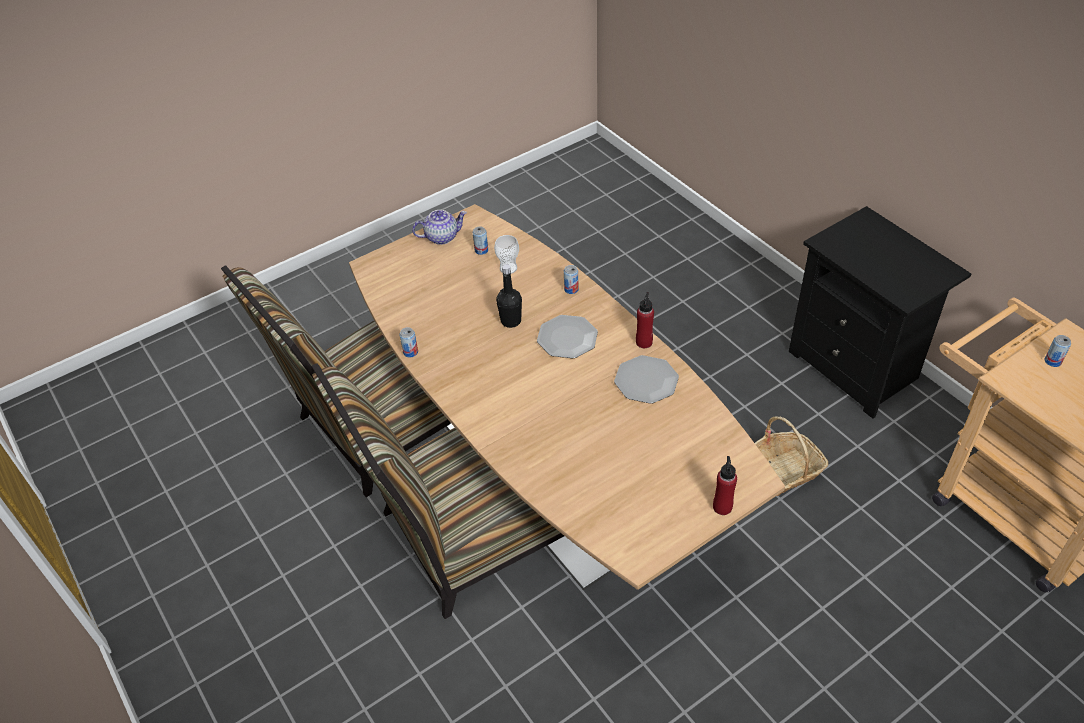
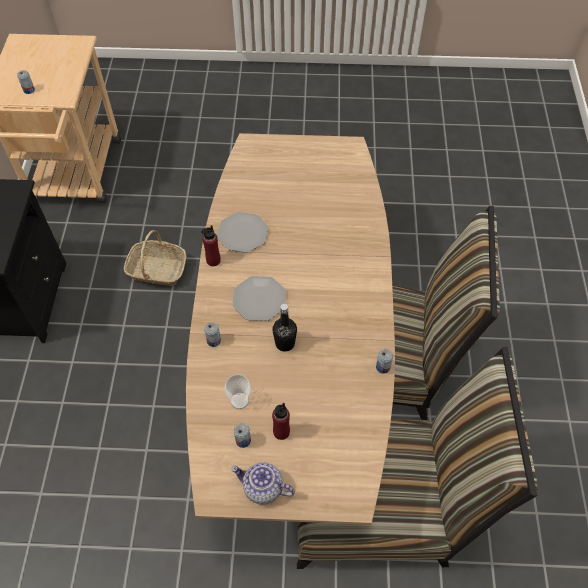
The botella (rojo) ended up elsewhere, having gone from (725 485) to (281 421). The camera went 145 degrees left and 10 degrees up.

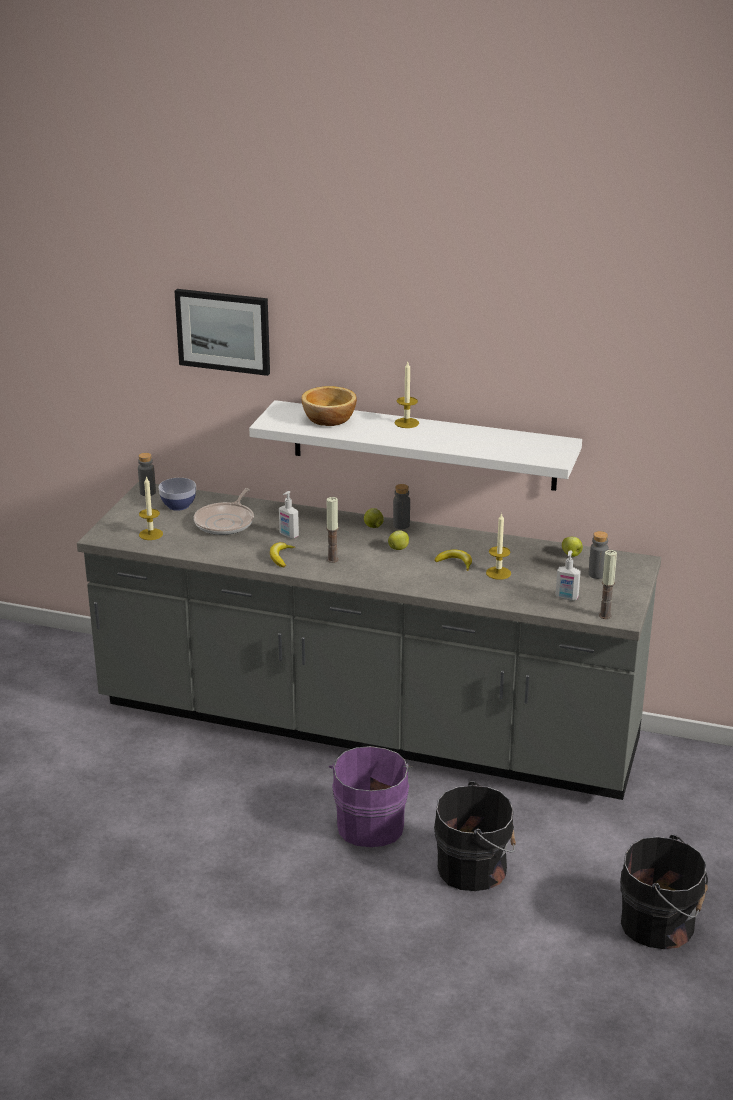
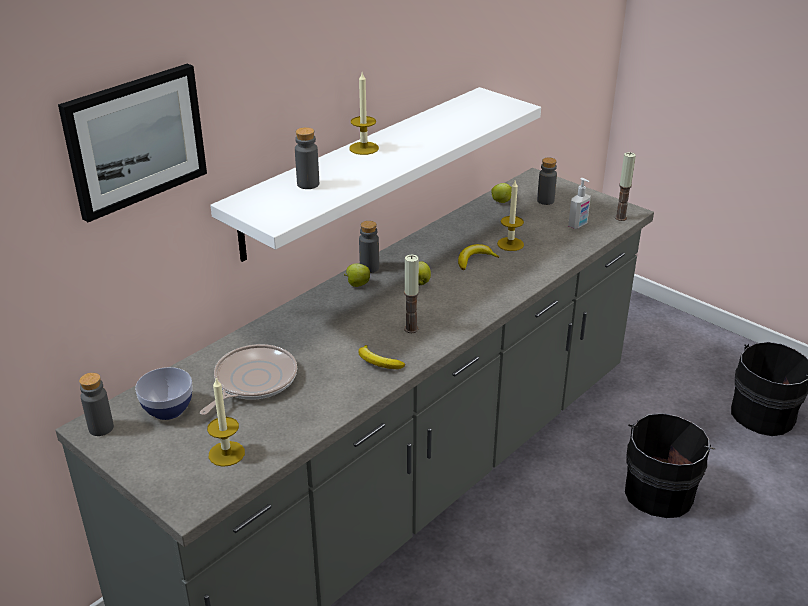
The sartén at (224 511) ended up facing another way, 105 degrees counterclockwise from before. Where the cuenco stood at (329 406), the botella (gris) came to stand at (307 158). The second view lost the dispensador de jabón at (289 515). The second view lost the cubo (morado) at (371 796). The camera went 65 degrees left and 5 degrees up.

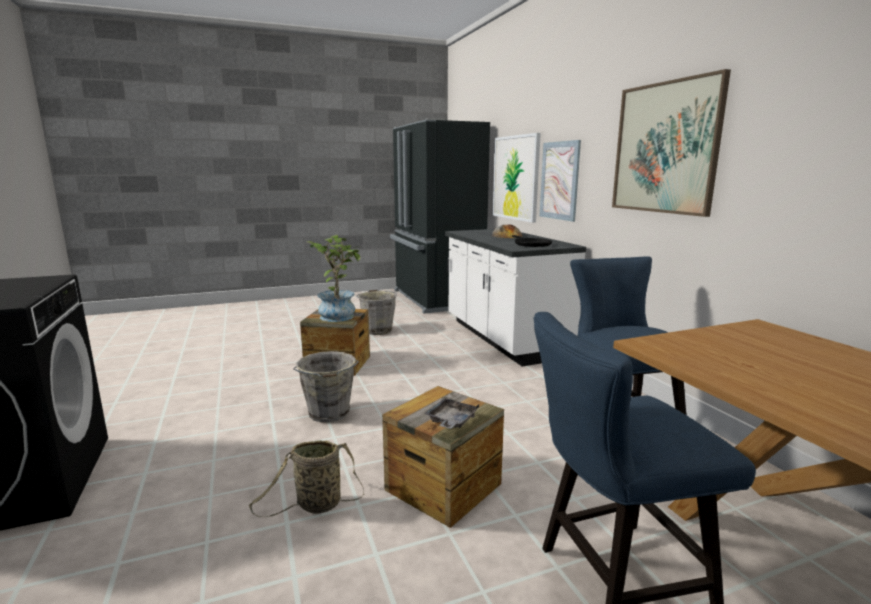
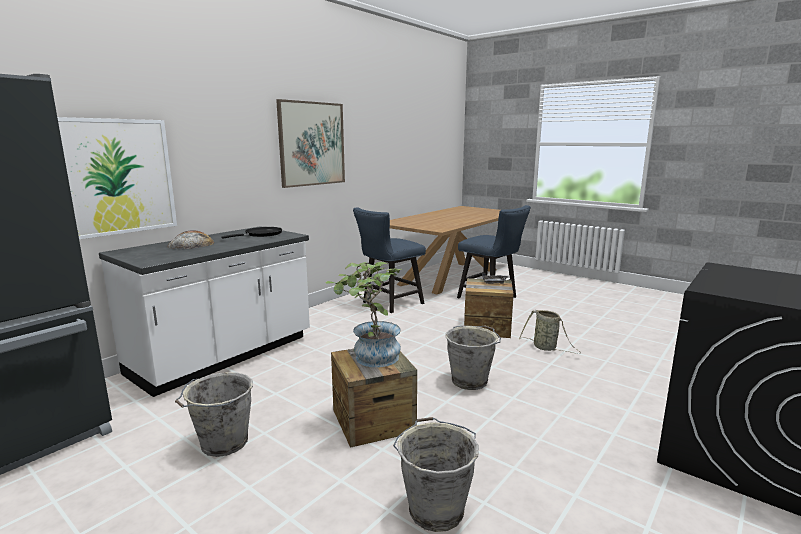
The second view gained the cubo (gris) at (436 474). The second view lost the cuadro at (560 181). The camera went 120 degrees left and 0 degrees up.

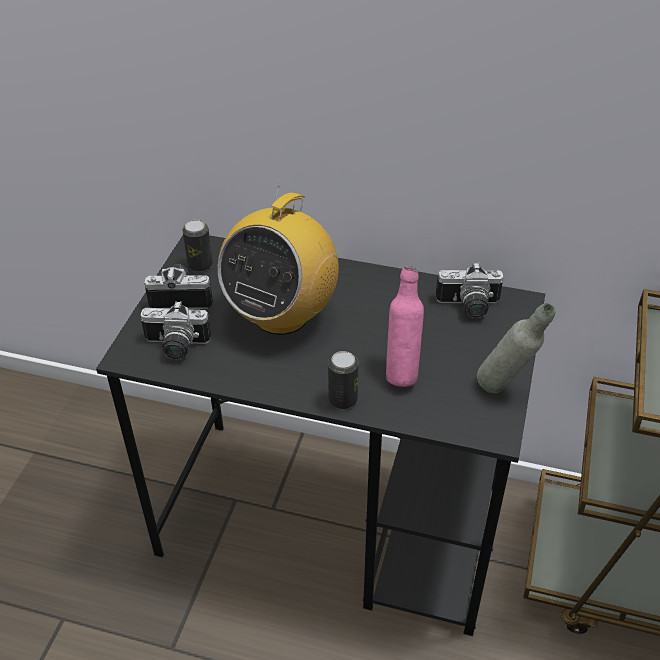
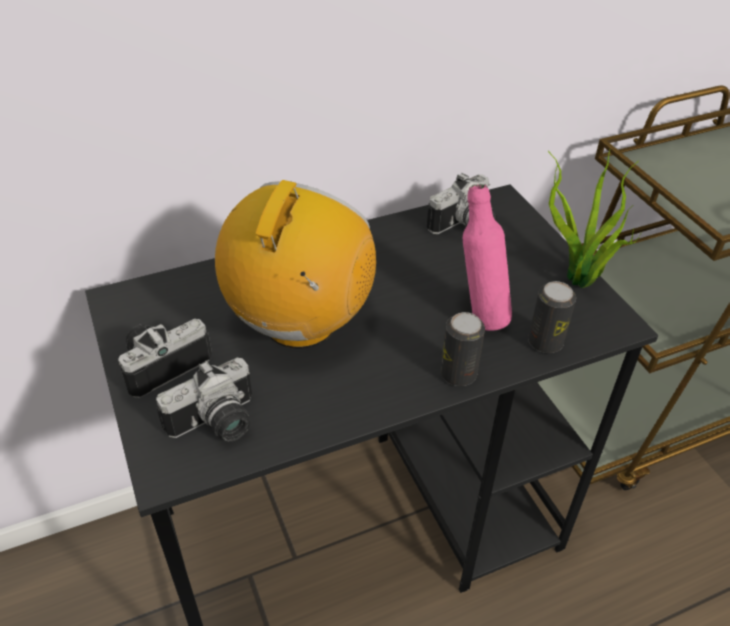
The radio at (278 260) ended up facing another way, 150 degrees counterclockwise from before. The lata ended up elsewhere, having gone from (197 246) to (552 317). Where the botella (gris) stood at (516 348), the planta en maceta came to stand at (595 219). The camera went 40 degrees left and 0 degrees up.

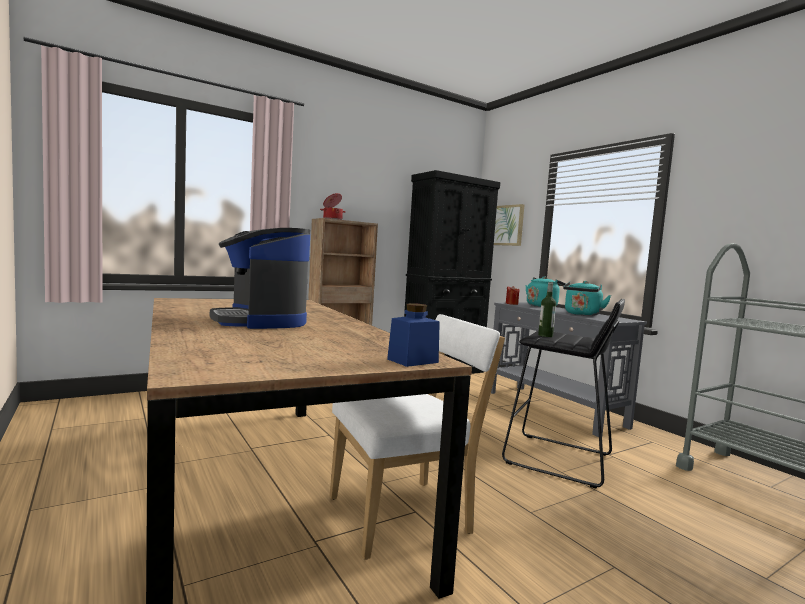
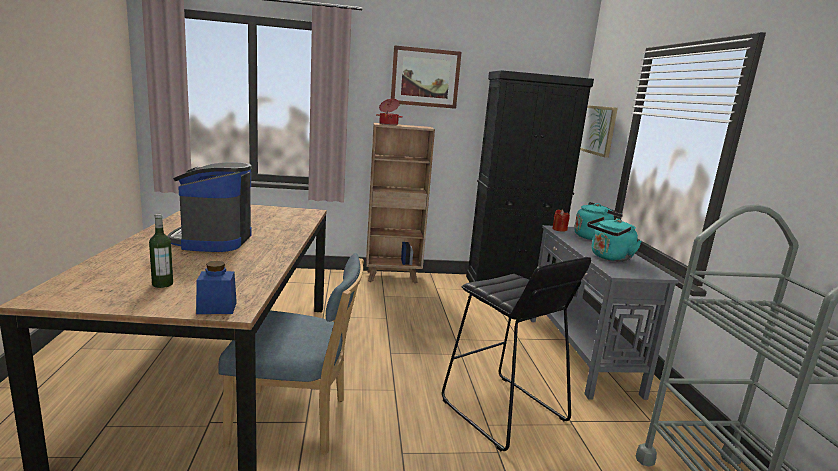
The botella ended up elsewhere, having gone from (547 309) to (161 251). What was the silla (blanco) at (417 437) turned into the silla (azul) at (291 354). The second view gained the cuadro at (426 77). The camera went 25 degrees right and 10 degrees up.

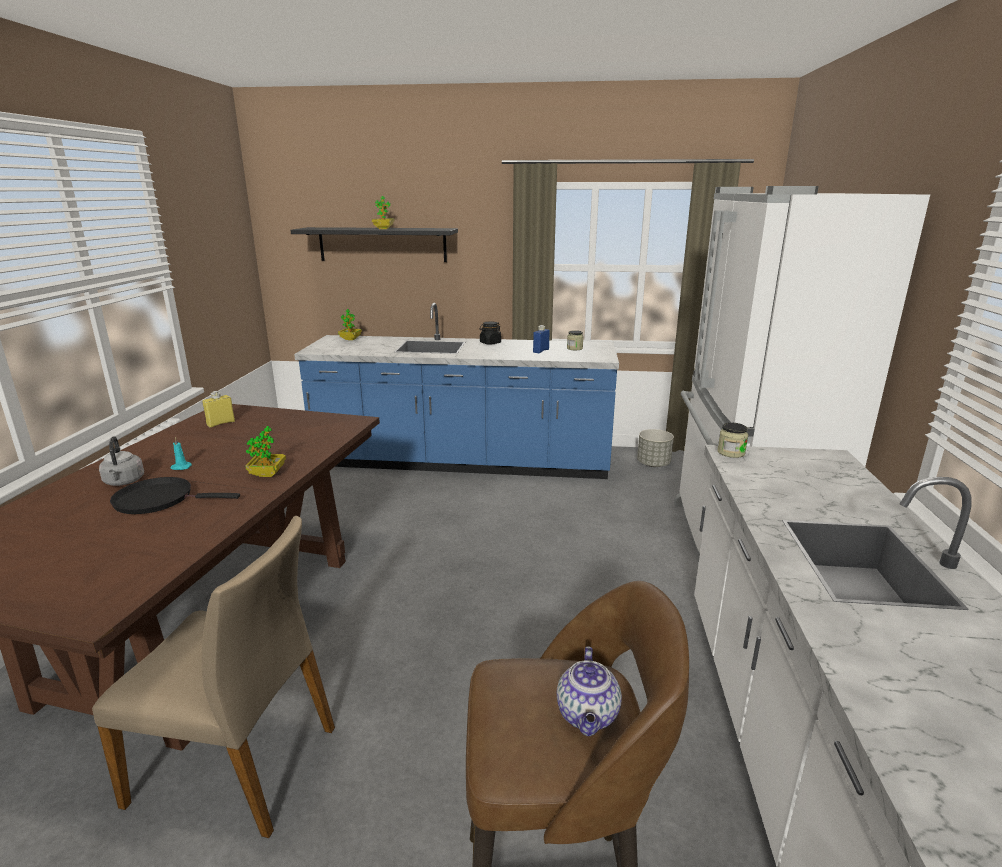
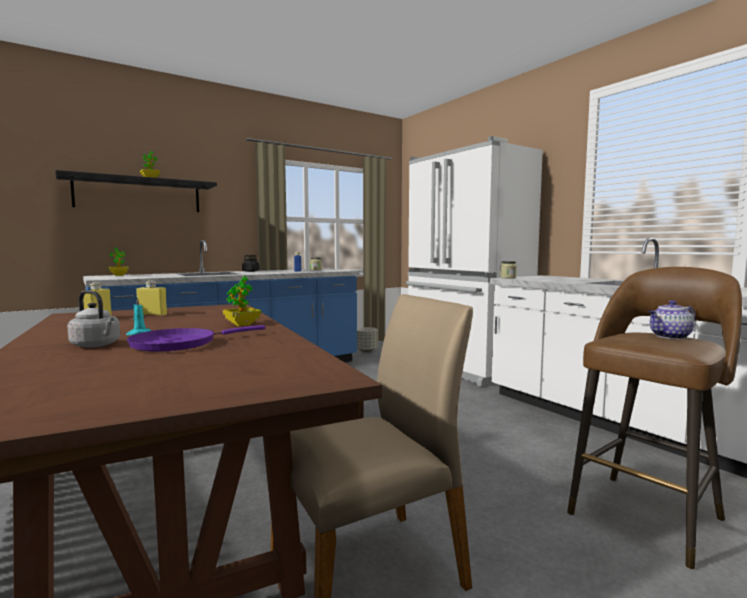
What was the sartén (negro) at (175 495) turned into the sartén (morado) at (196 338). The second view gained the botella (amarillo) at (151 298). The tetera at (589 691) ended up facing another way, 105 degrees clockwise from before. The camera went 40 degrees left and 15 degrees down.

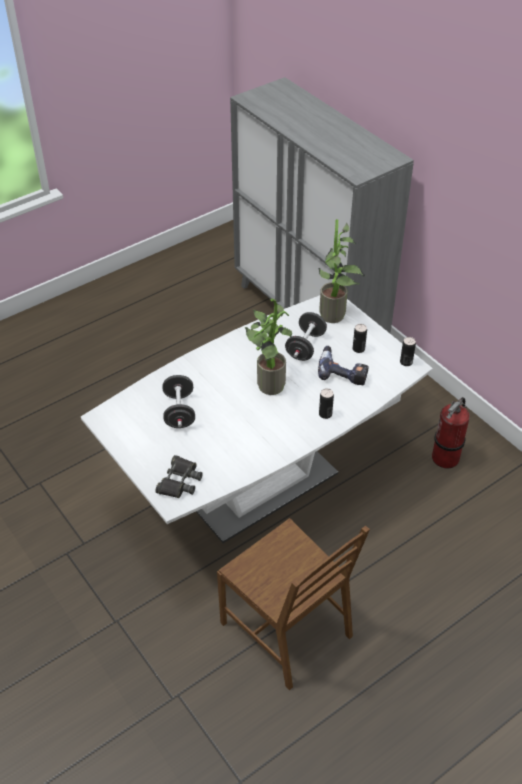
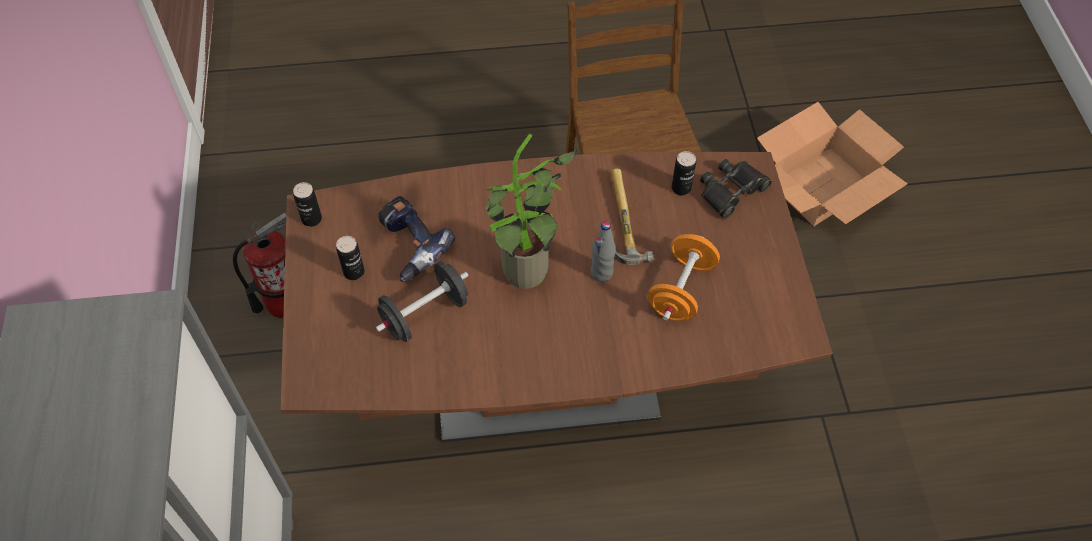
What was the mesa de comedor (blanco) at (257 419) turned into the mesa de comedor (marrón) at (557 297). The second view gained the botella (gris) at (603 252). The second view gained the martillo at (631 216). What was the mancuerna (negro) at (178 401) turned into the mancuerna (naranja) at (684 277). The lata ended up elsewhere, having gone from (326 403) to (684 173). The second view gained the caja de cartón at (832 164). The second view lost the planta en maceta at (341 271). The camera went 150 degrees left and 10 degrees up.

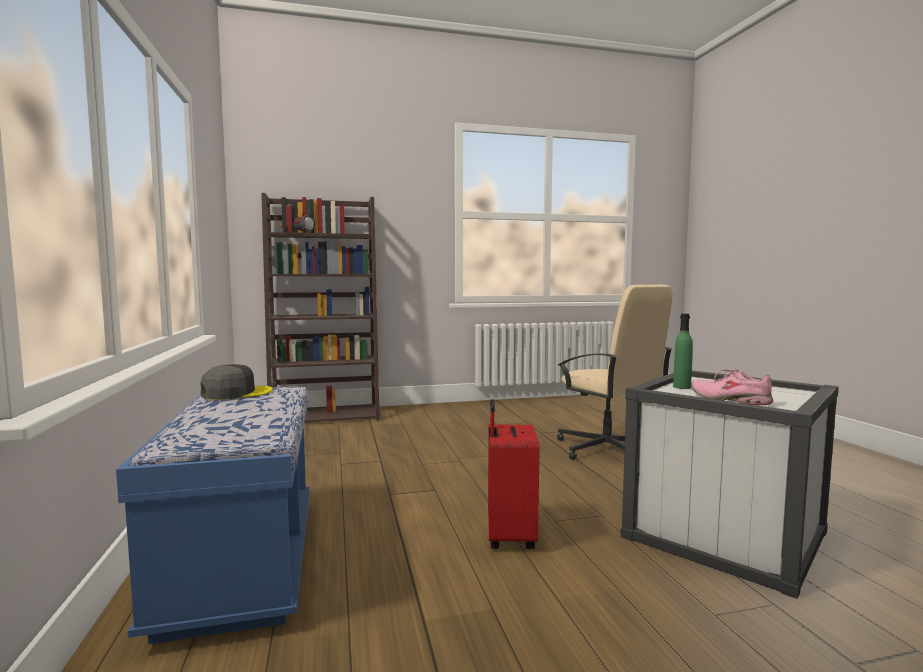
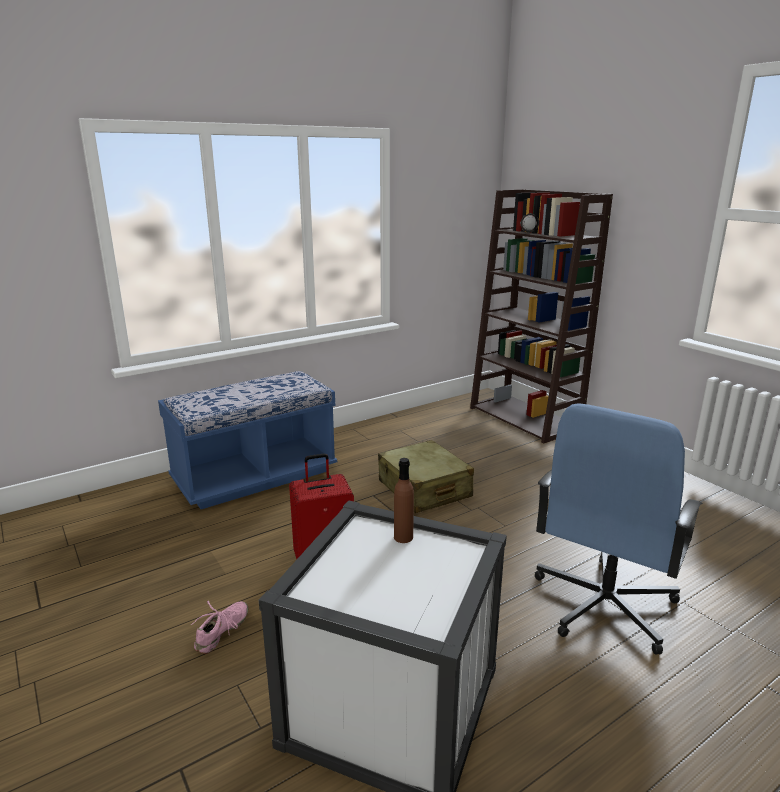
The zapato (rosa) ended up elsewhere, having gone from (732 387) to (220 627). The second view gained the maleta (beis) at (426 476). What was the botella (verde) at (683 351) turned into the botella (marrón) at (404 500). What was the silla de oficina (beis) at (614 372) turned into the silla de oficina (azul) at (619 529). The second view lost the gorra (gris) at (236 382). The camera went 70 degrees right and 15 degrees up.

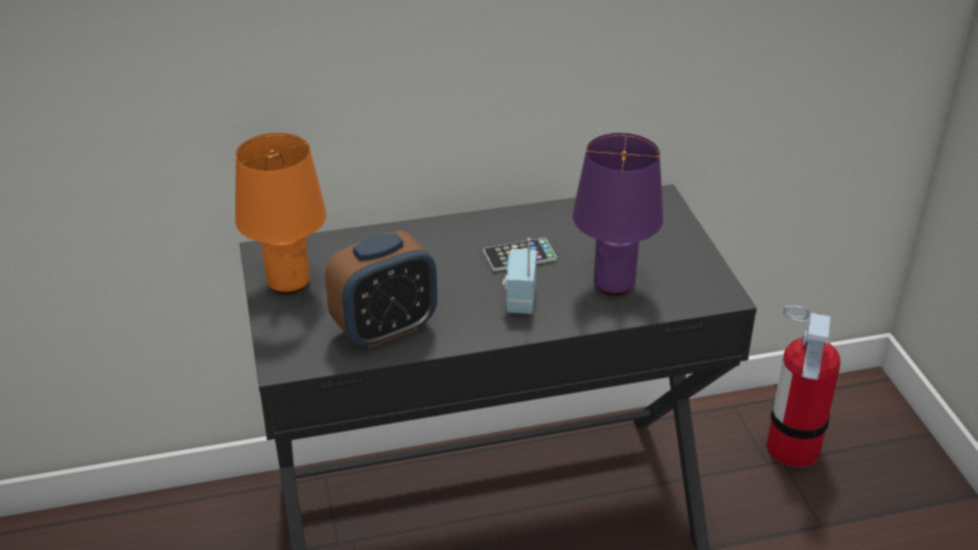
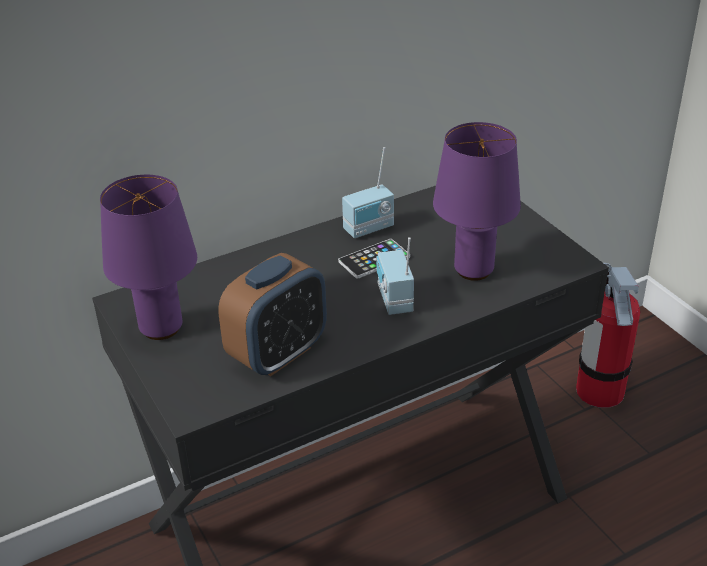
What was the lámpara de mesa (naranja) at (280 214) turned into the lámpara de mesa (morado) at (148 257). The second view gained the radio at (368 192). The camera went 15 degrees left and 0 degrees up.

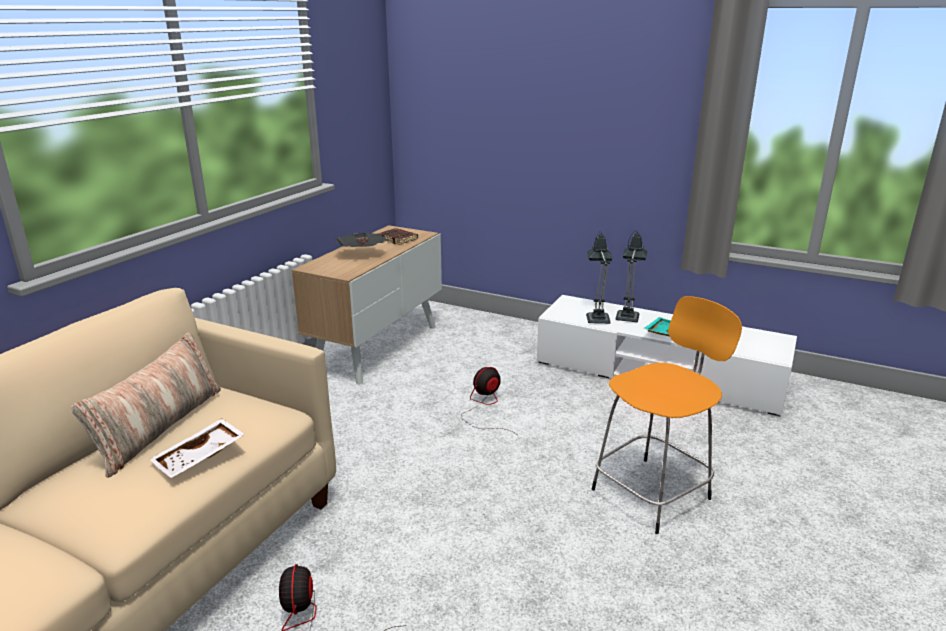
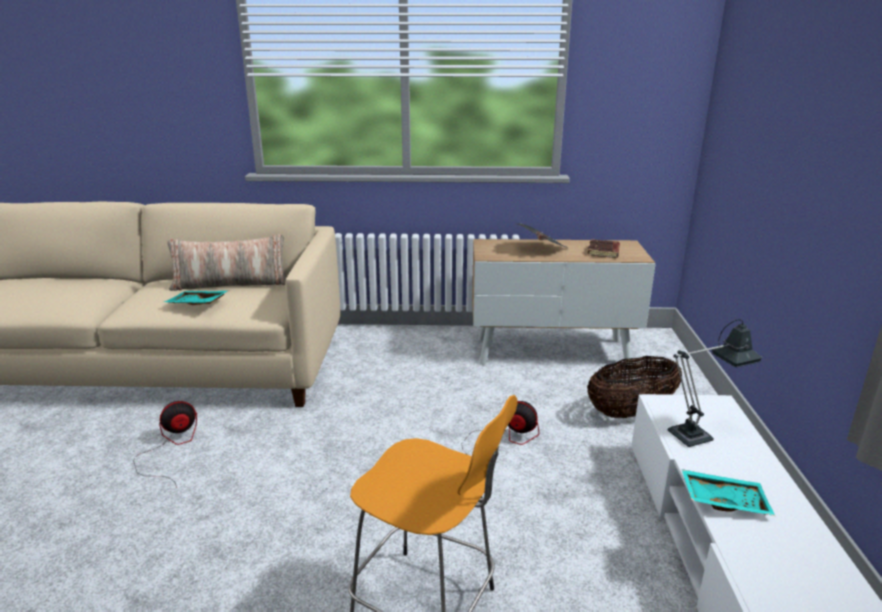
What was the bandeja (blanco) at (197 448) turned into the bandeja (turquesa) at (196 298). The second view gained the cesta at (634 387). The second view lost the lámpara de mesa at (631 276). The camera went 65 degrees right and 0 degrees up.

